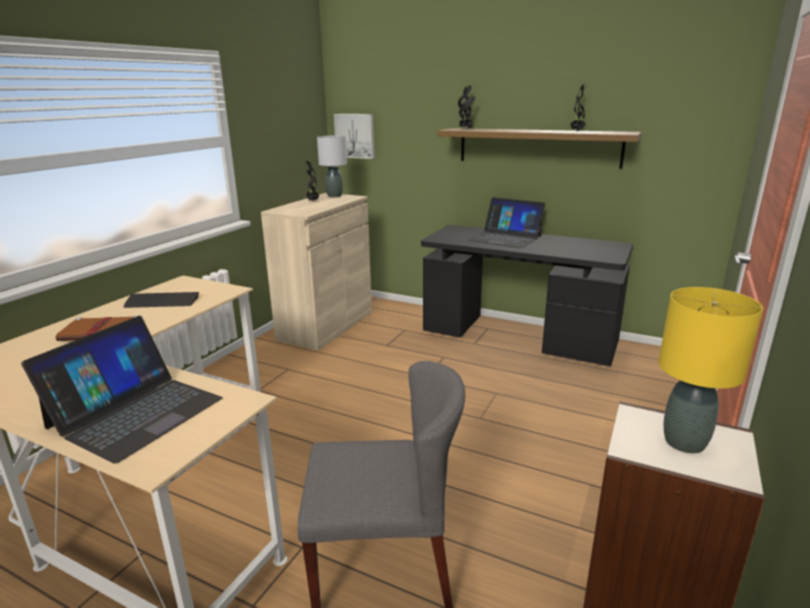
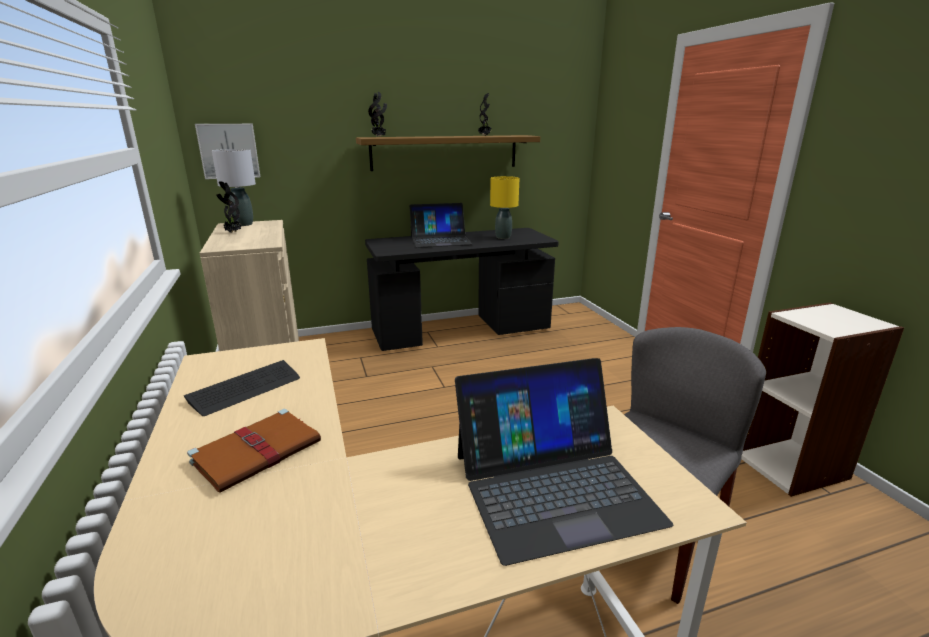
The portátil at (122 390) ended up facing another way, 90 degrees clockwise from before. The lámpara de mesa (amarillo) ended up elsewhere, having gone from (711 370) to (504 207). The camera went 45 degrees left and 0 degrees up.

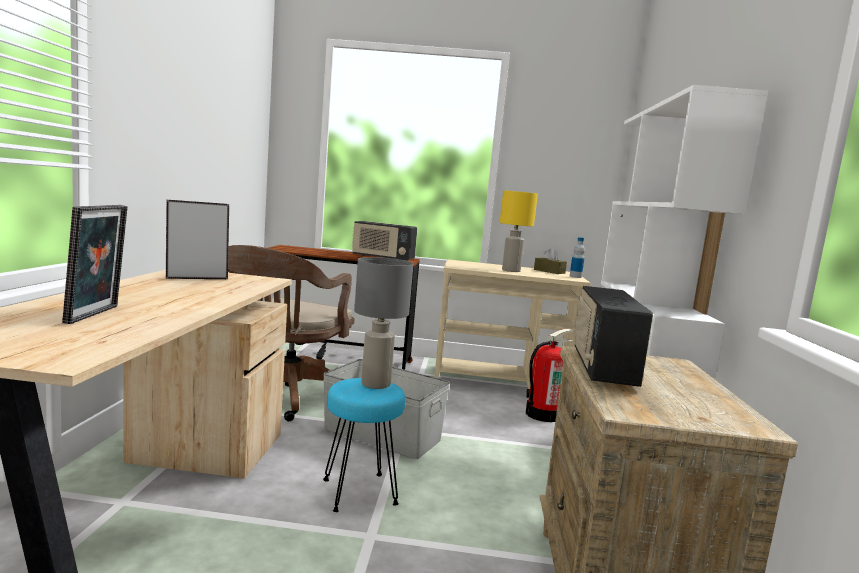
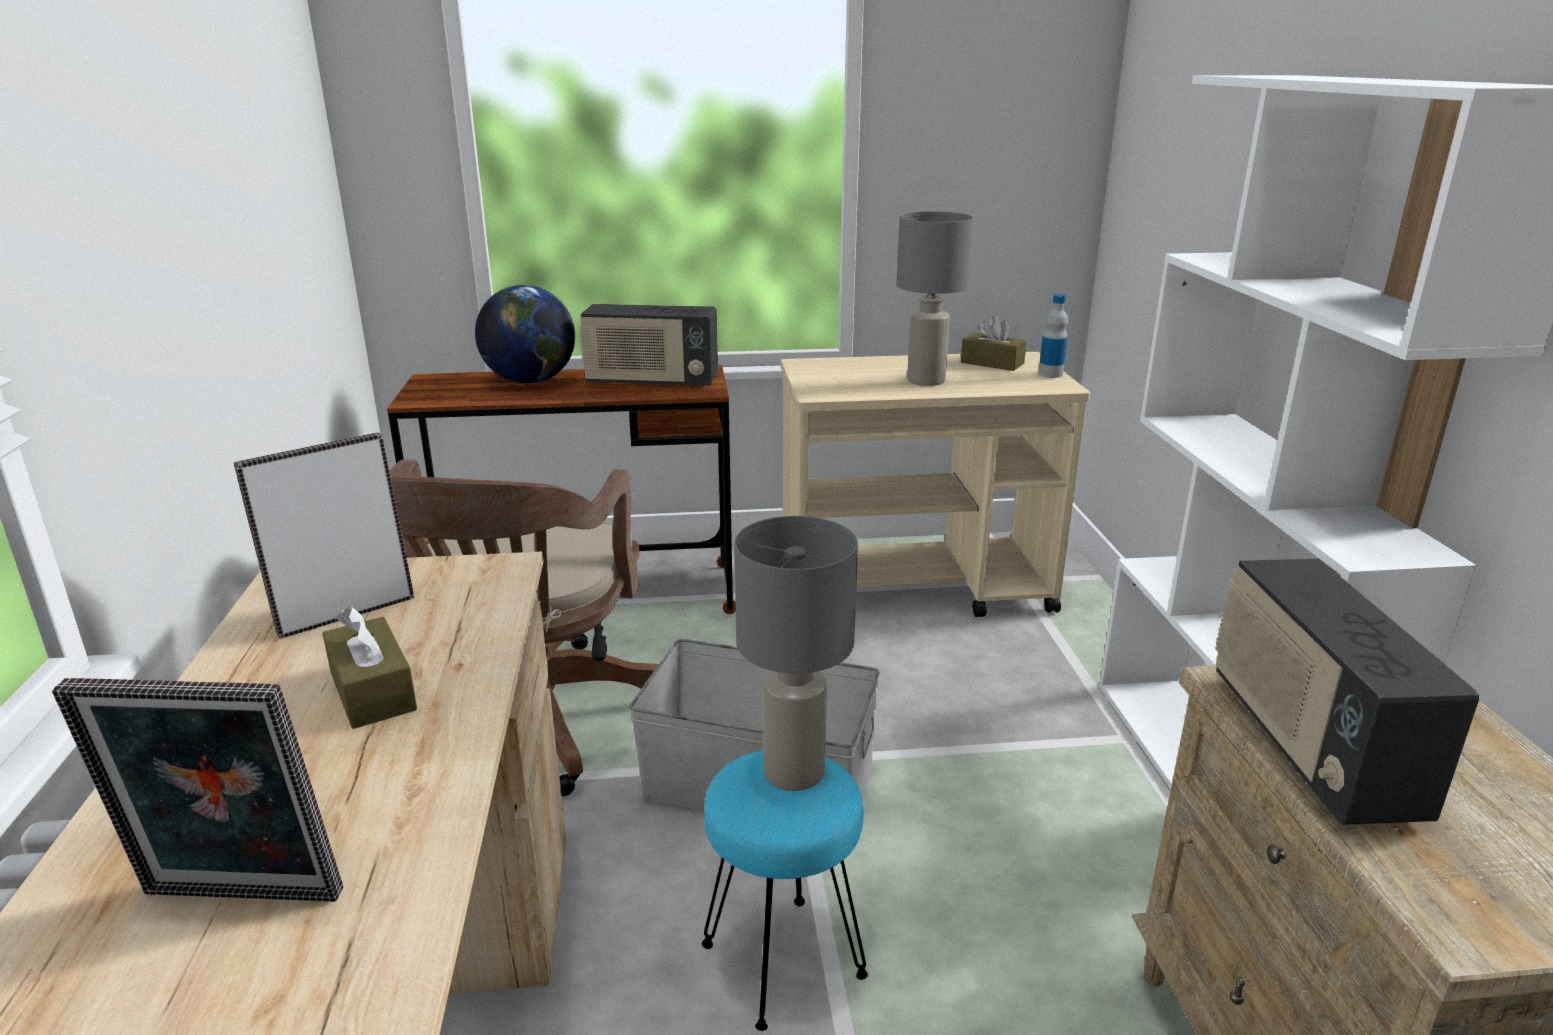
The portarretratos at (95 264) ended up facing another way, 105 degrees clockwise from before. The second view gained the caja de pañuelos (marrón) at (369 667). The second view gained the globo terráqueo at (525 334). What was the lámpara de mesa (amarillo) at (519 231) turned into the lámpara de mesa (gris) at (934 298). The second view lost the extintor at (550 375). The camera went 10 degrees left and 15 degrees up.

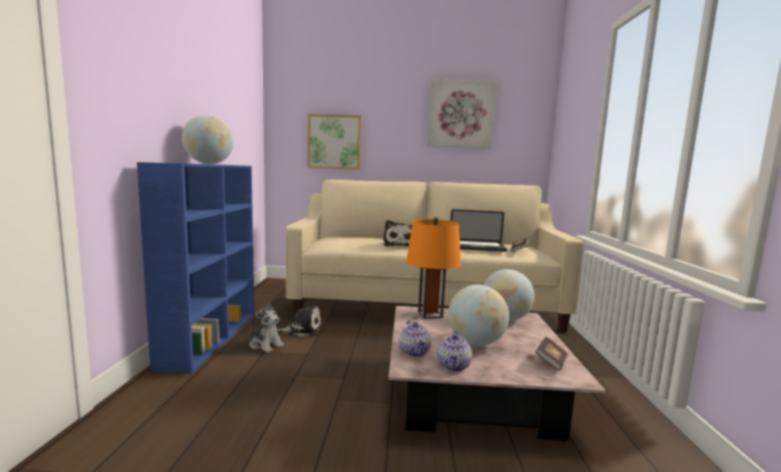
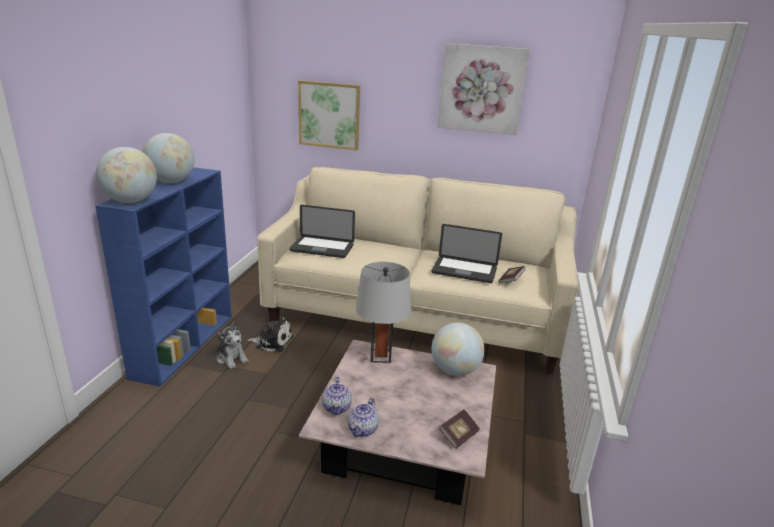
The globo terráqueo ended up elsewhere, having gone from (478 315) to (126 175). The second view gained the portátil at (322 231). What was the lámpara de mesa (naranja) at (433 268) turned into the lámpara de mesa (gris) at (383 312). The second view lost the peluche at (397 233). The camera went 10 degrees right and 15 degrees up.

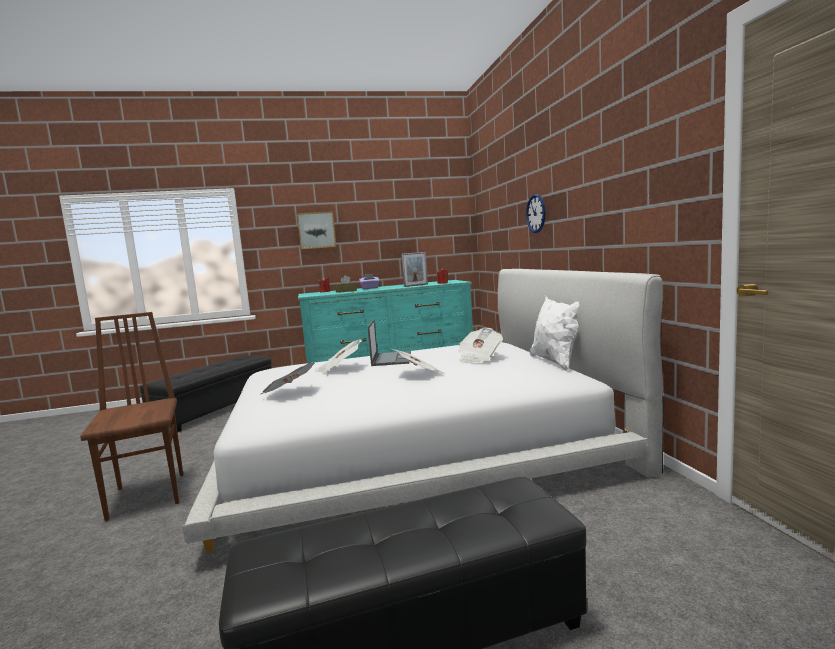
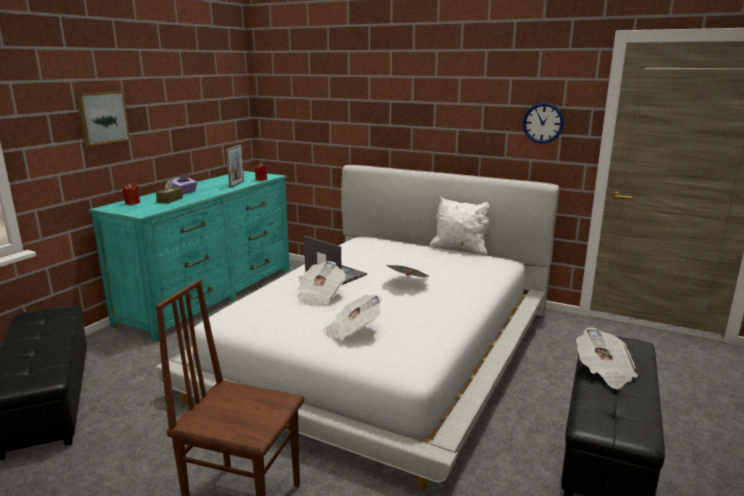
The reloj de pared ended up elsewhere, having gone from (536 213) to (543 123). The periódico ended up elsewhere, having gone from (480 346) to (607 358). The camera went 50 degrees left and 10 degrees up.

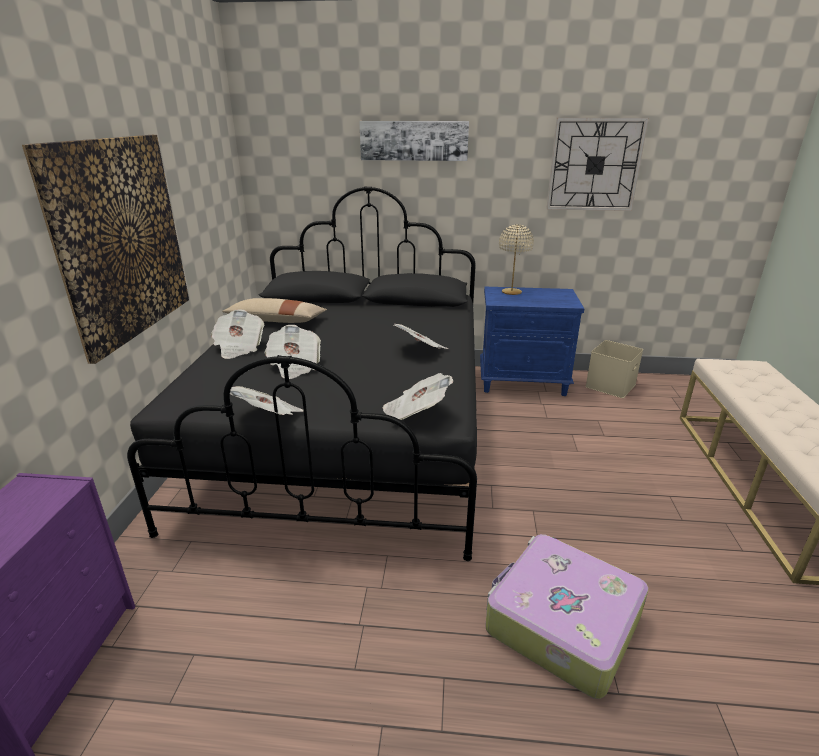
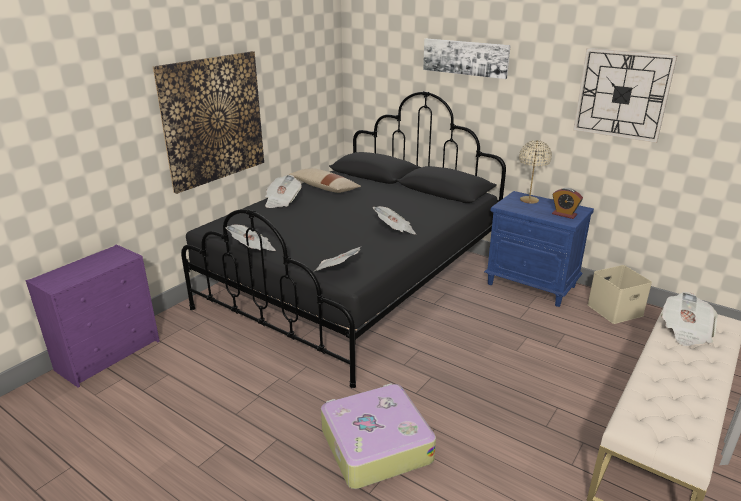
The second view gained the despertador at (567 203). The periódico ended up elsewhere, having gone from (293 352) to (689 319). The camera went 30 degrees right and 0 degrees up.

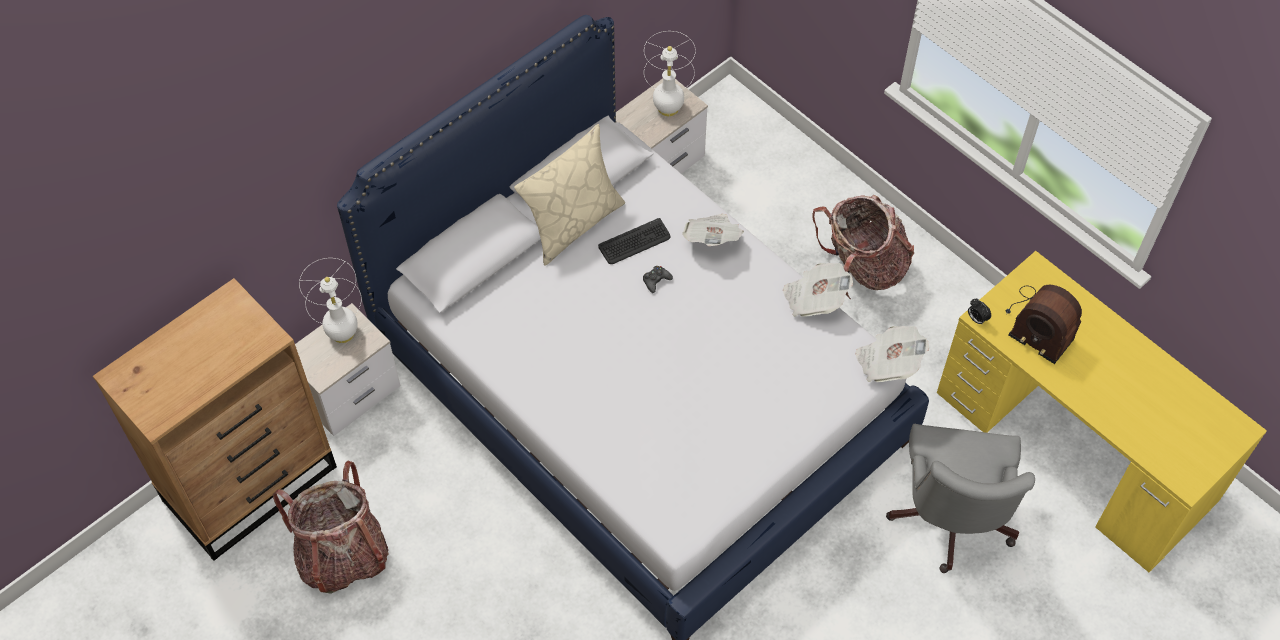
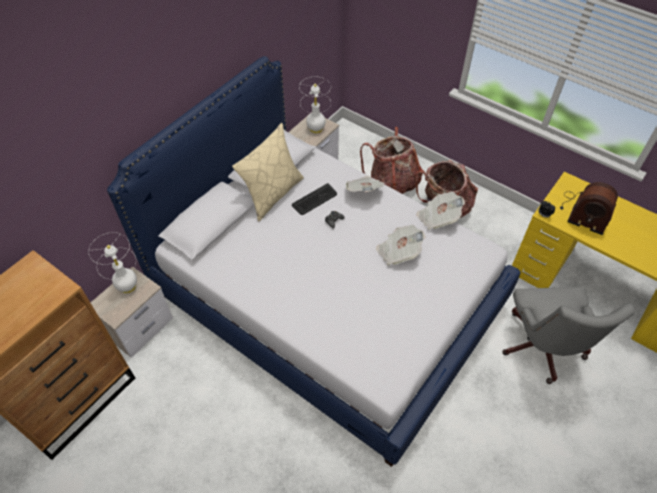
The mochila ended up elsewhere, having gone from (331 527) to (391 160). The periódico ended up elsewhere, having gone from (892 354) to (400 245). The camera went 10 degrees left and 5 degrees down.

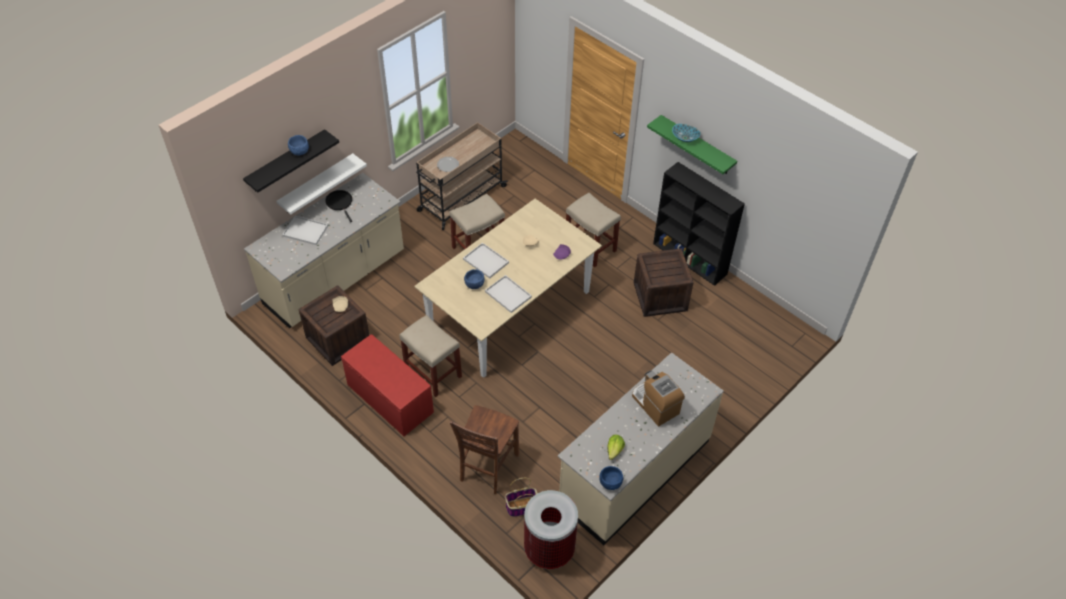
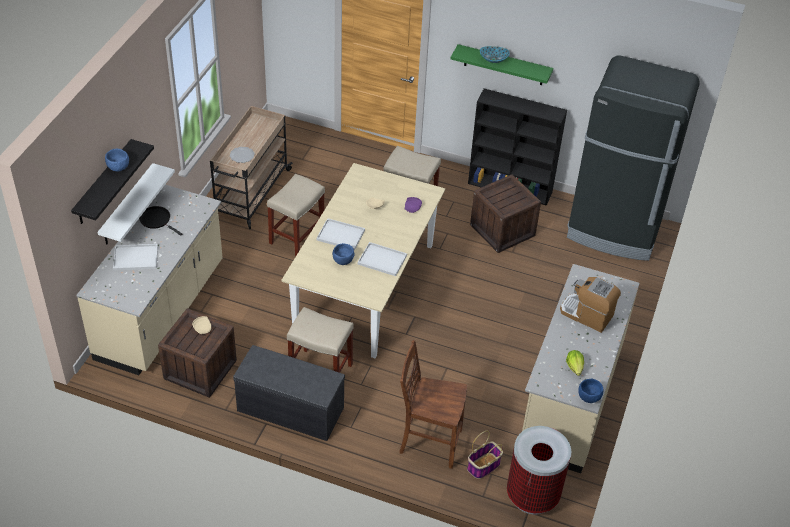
What was the banco (rojo) at (387 385) turned into the banco (gris) at (289 393). The silla (marrón) at (484 449) ended up facing another way, 105 degrees clockwise from before. The second view gained the nevera (negro) at (633 158). The camera went 25 degrees left and 5 degrees down.

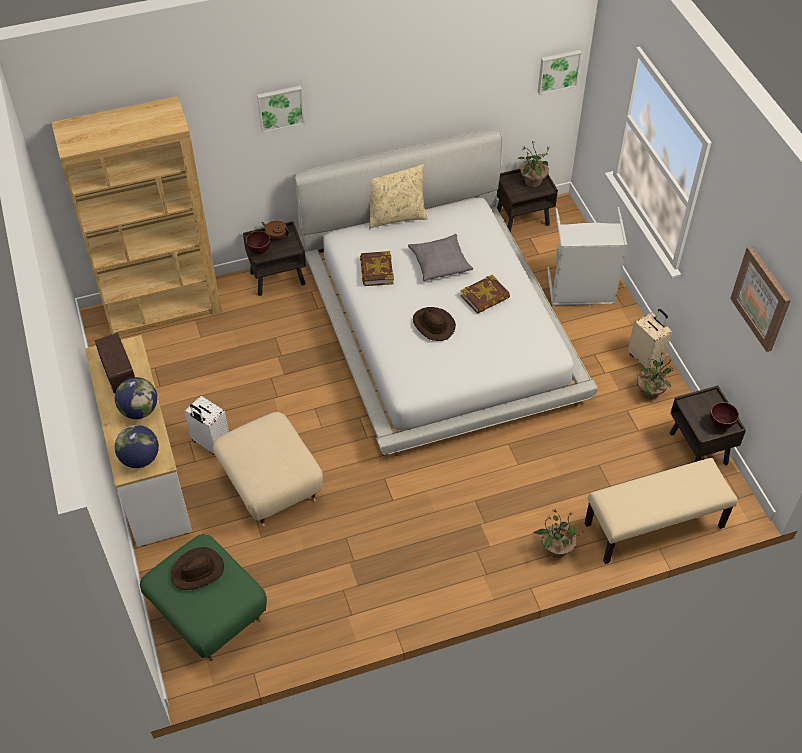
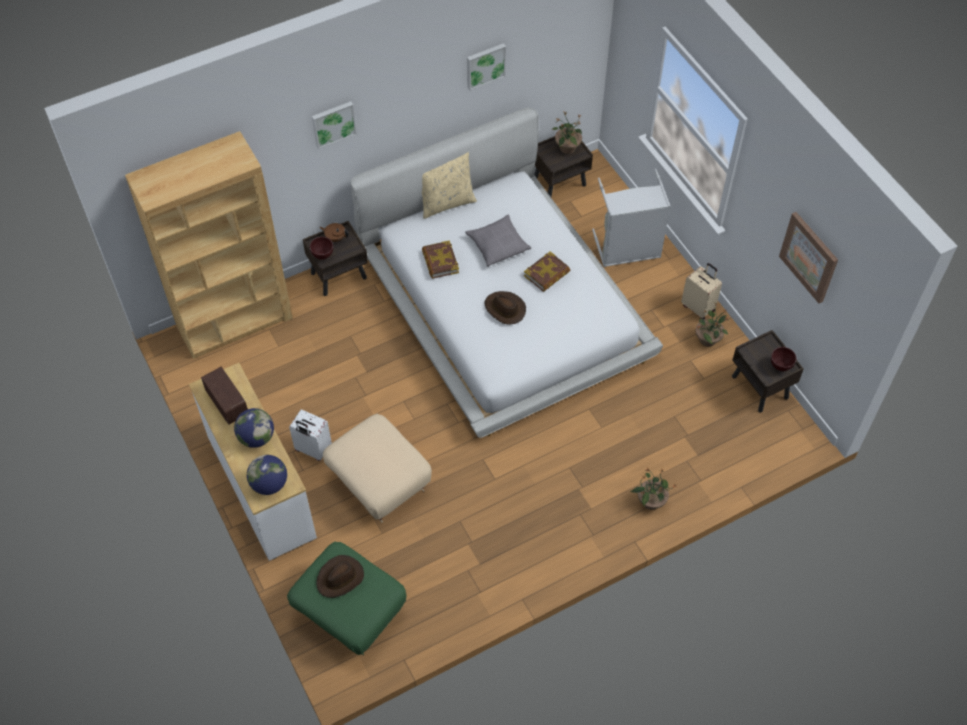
The cuadro ended up elsewhere, having gone from (560 72) to (486 66). The second view lost the banco (beis) at (661 511). The camera went 10 degrees left and 5 degrees up.

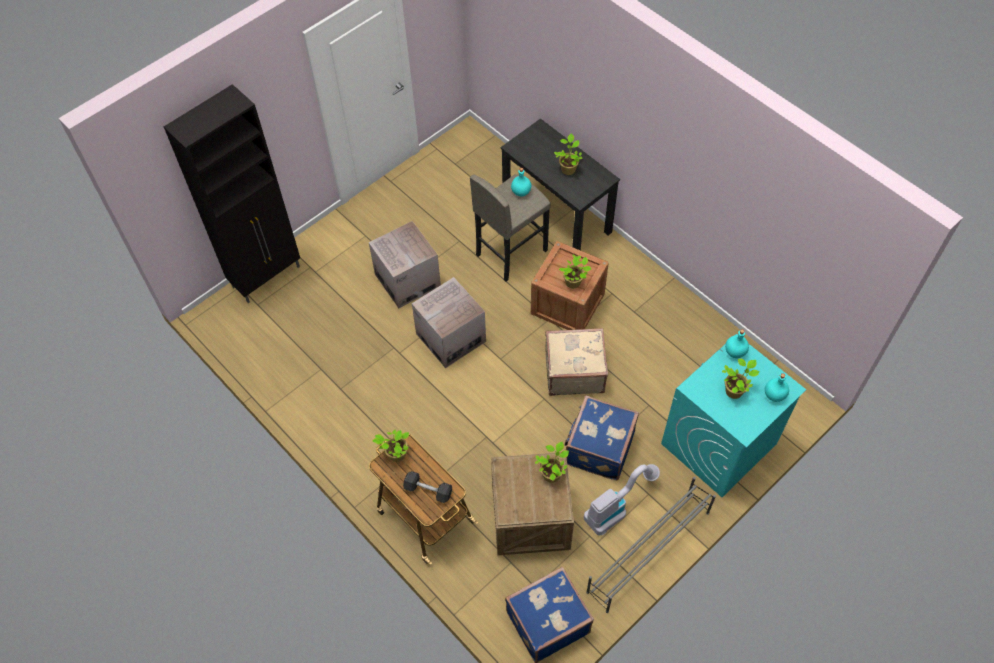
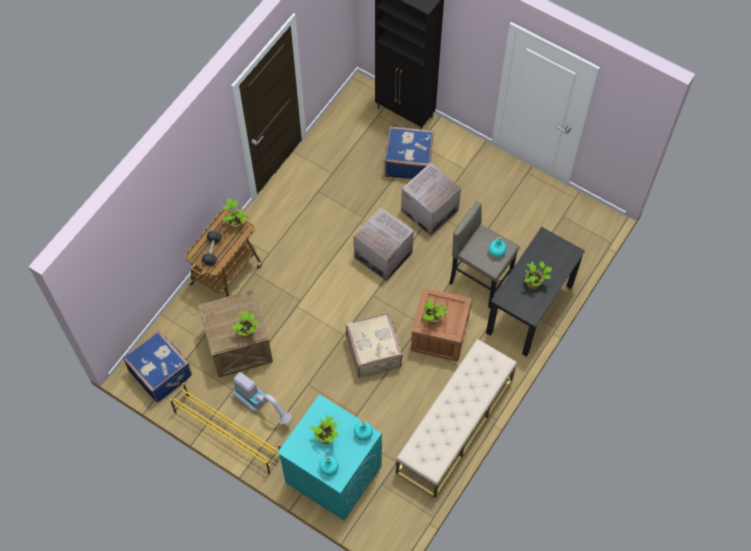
What was the zapatero (gris) at (651 545) turned into the zapatero (amarillo) at (225 429). The maleta (azul) ended up elsewhere, having gone from (602 438) to (409 152). The second view gained the banco (beis) at (456 418). The camera went 75 degrees right and 5 degrees up.

